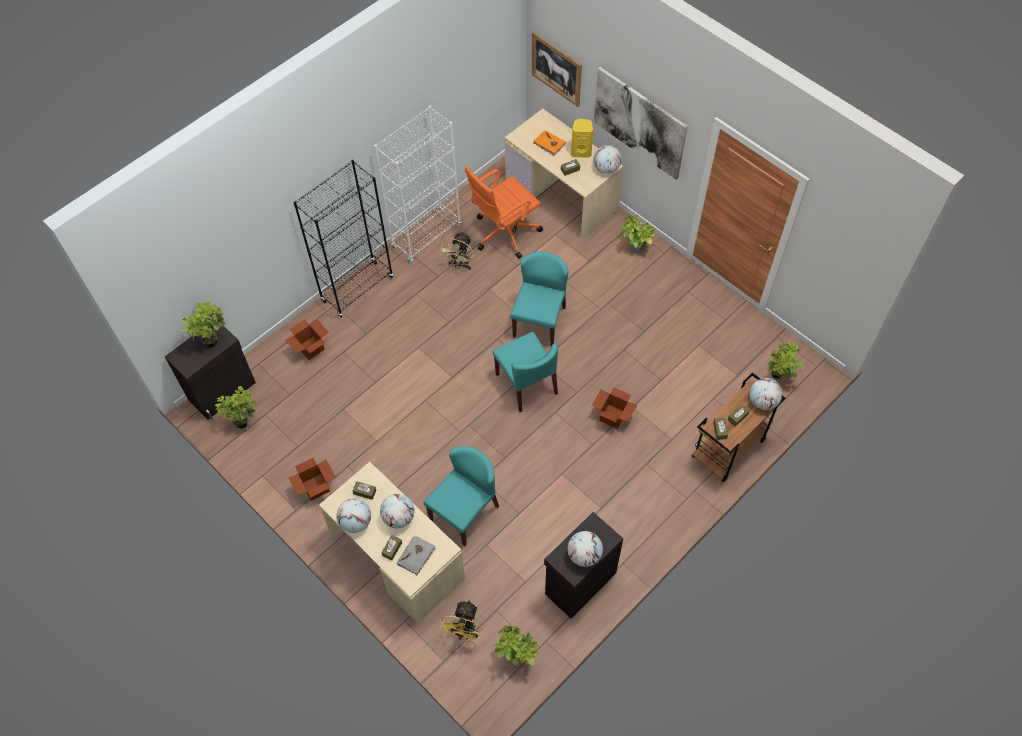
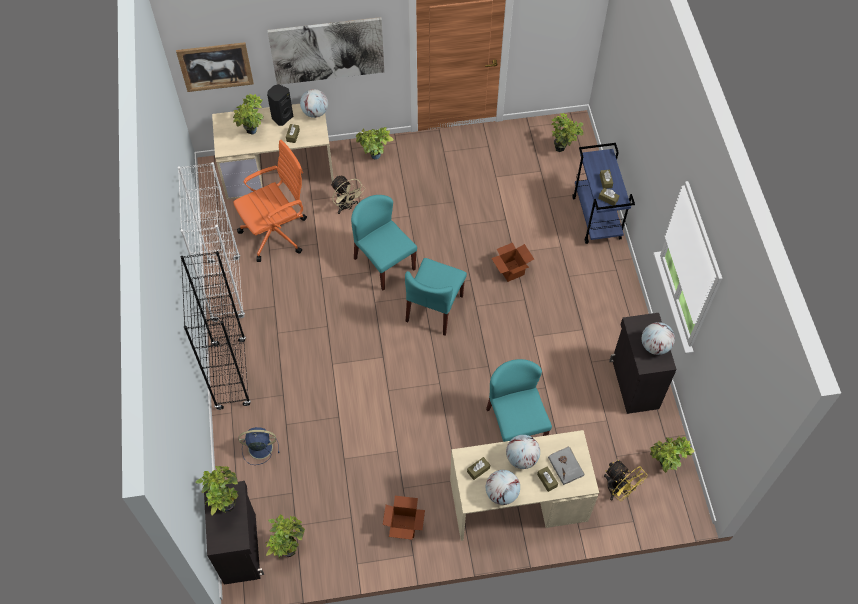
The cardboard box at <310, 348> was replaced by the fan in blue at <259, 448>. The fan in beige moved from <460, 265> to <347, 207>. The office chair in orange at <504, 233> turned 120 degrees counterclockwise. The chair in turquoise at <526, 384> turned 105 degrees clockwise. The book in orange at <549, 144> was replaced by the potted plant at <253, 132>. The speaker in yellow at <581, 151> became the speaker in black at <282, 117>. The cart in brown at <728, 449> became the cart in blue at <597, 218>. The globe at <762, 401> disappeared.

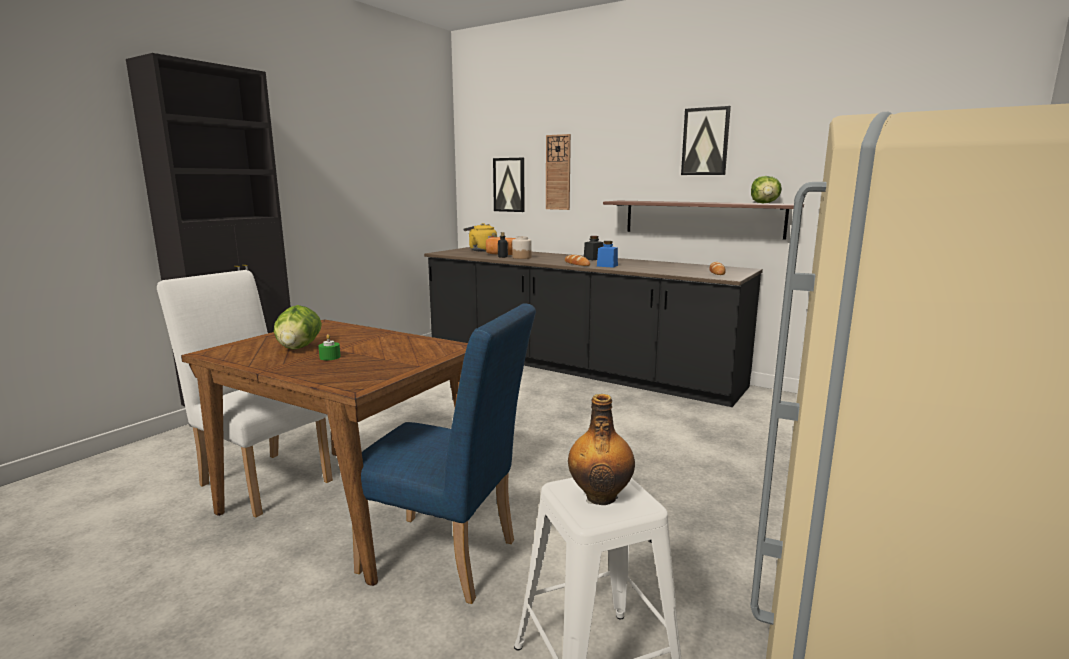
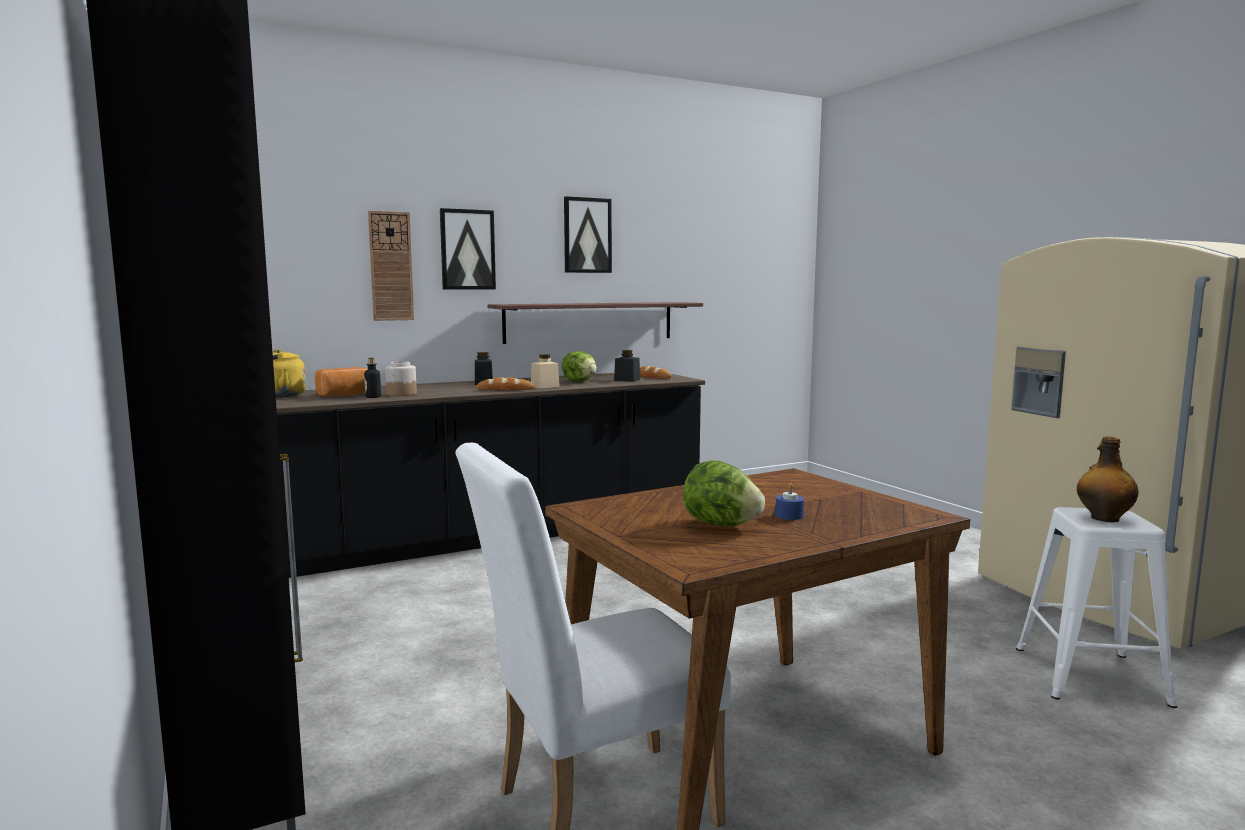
The candle in green at <330, 357> became the candle in blue at <789, 515>. The chair in blue at <448, 559> disappeared. The picture moved from <509, 185> to <467, 249>. The jar in blue at <607, 266> became the jar in beige at <545, 386>. The lettuce moved from <764, 203> to <580, 381>. The jar in black at <627, 380> appeared.

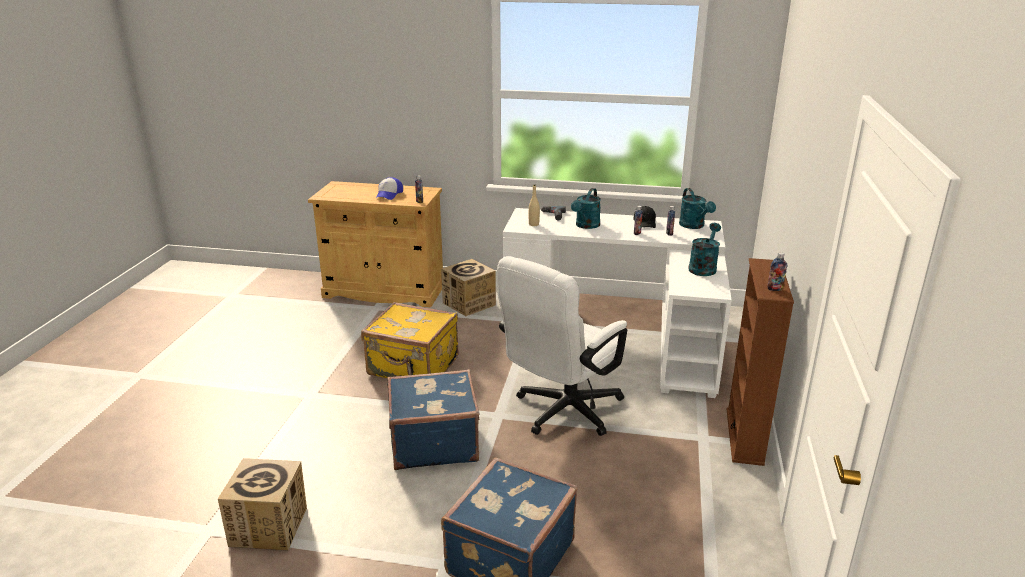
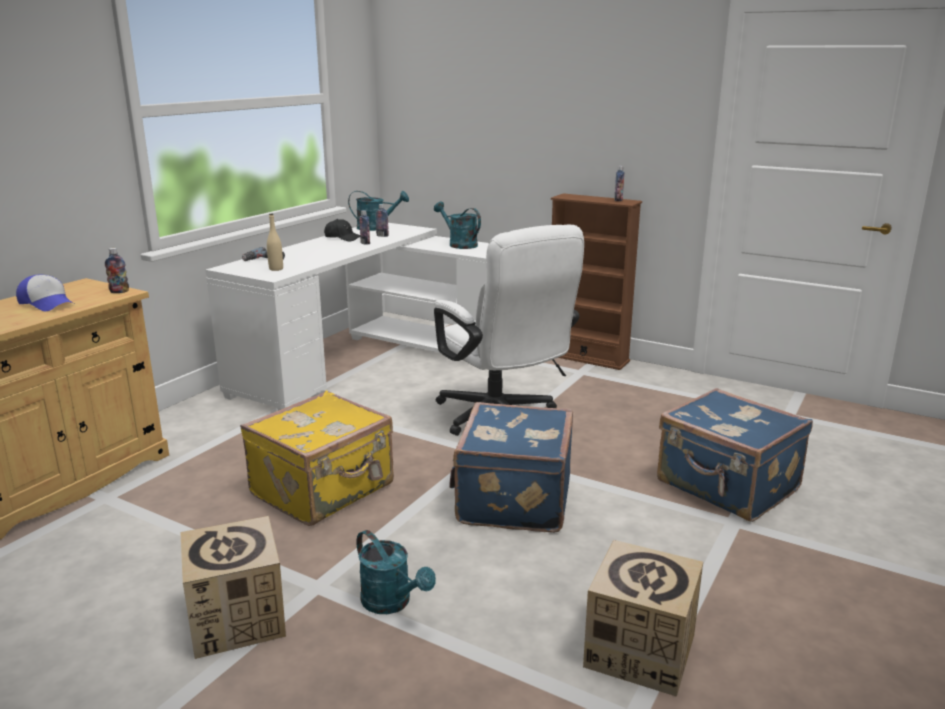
The cardboard box moved from <469, 304> to <238, 619>. The watering can in turquoise moved from <586, 226> to <392, 603>.

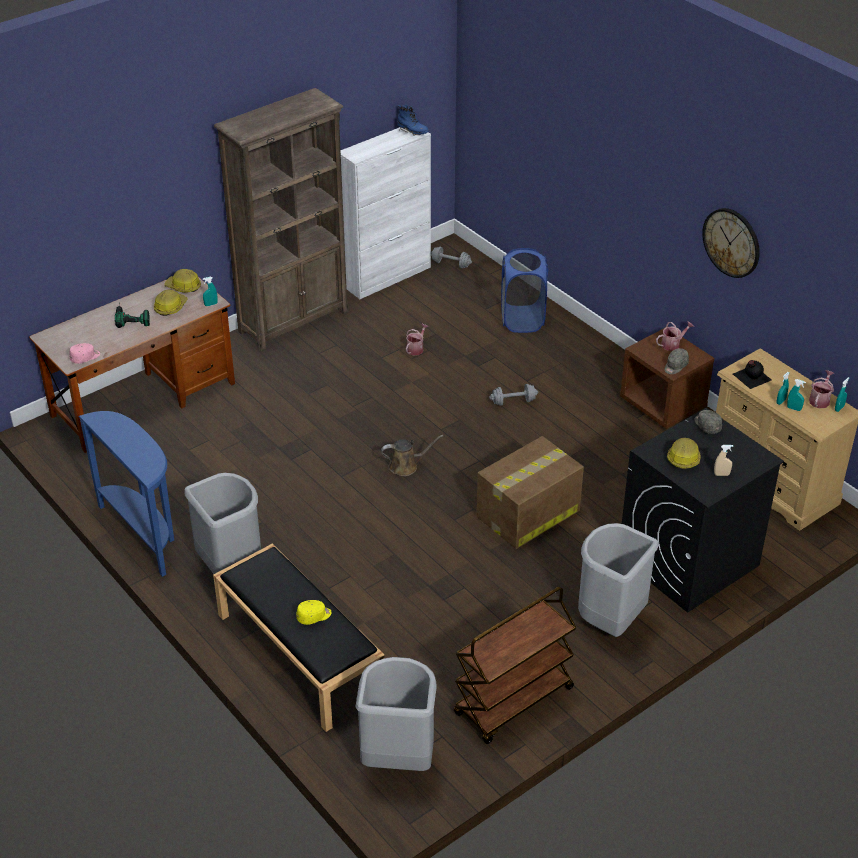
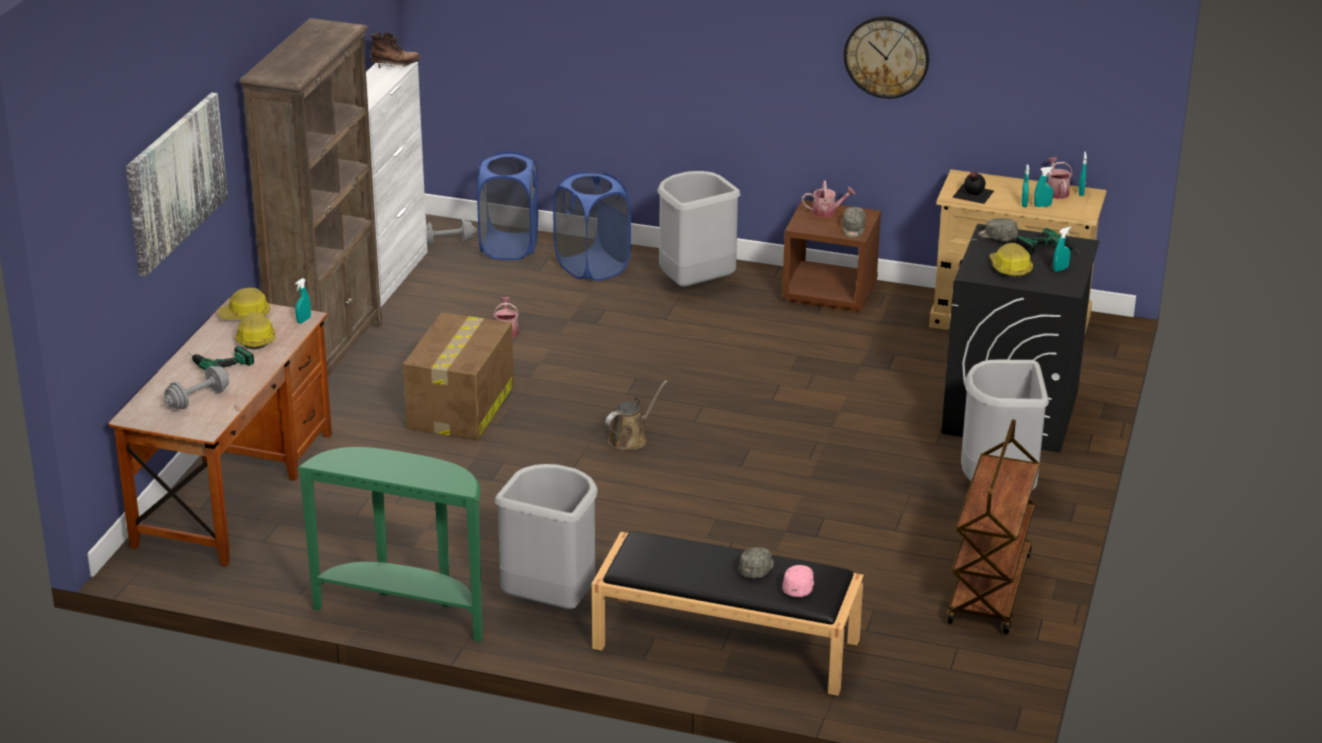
The cap in pink moved from <85, 357> to <799, 587>. The console table in blue at <144, 533> became the console table in green at <404, 612>. The cap in yellow at <314, 616> became the cap in grey at <757, 569>. The trash can in grey moved from <398, 758> to <694, 285>. The boot in blue at <413, 132> became the boot in brown at <395, 66>. The cardboard box moved from <527, 514> to <460, 408>. The dumbbell in grey moved from <513, 401> to <198, 399>. The watering can at <672, 344> turned 60 degrees clockwise. The spray bottle in beige at <721, 474> became the spray bottle in turquoise at <1060, 269>. The picture at <175, 182> appeared. The laundry basket in blue at <509, 247> appeared. The power drill at <1049, 250> appeared.

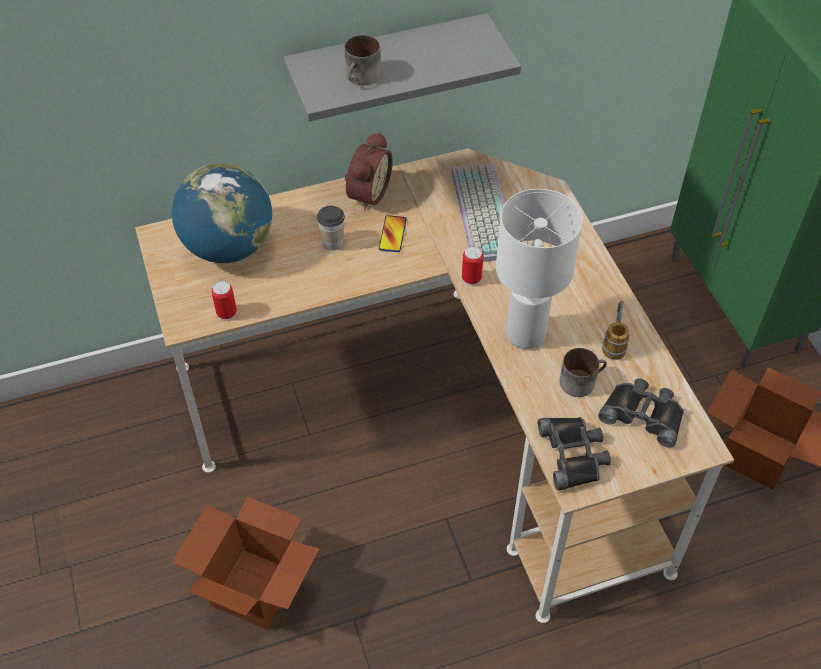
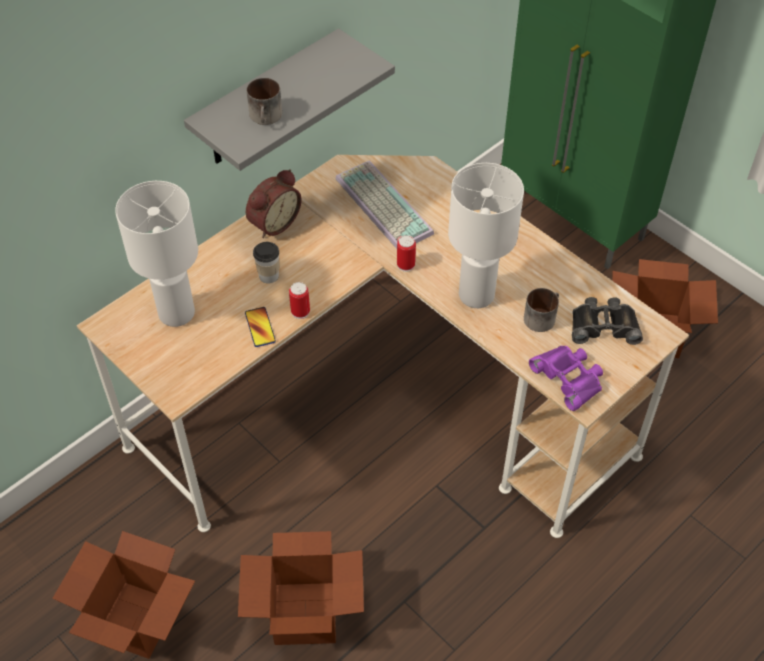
The globe at <228, 247> was replaced by the table lamp in white at <176, 312>. The can moved from <226, 313> to <300, 312>. The alarm clock at <366, 193> turned 45 degrees clockwise. The phone moved from <392, 234> to <260, 327>. The binoculars in black at <573, 454> became the binoculars in purple at <569, 378>. The mug at <614, 341> disappeared. The cardboard box at <136, 620> appeared.

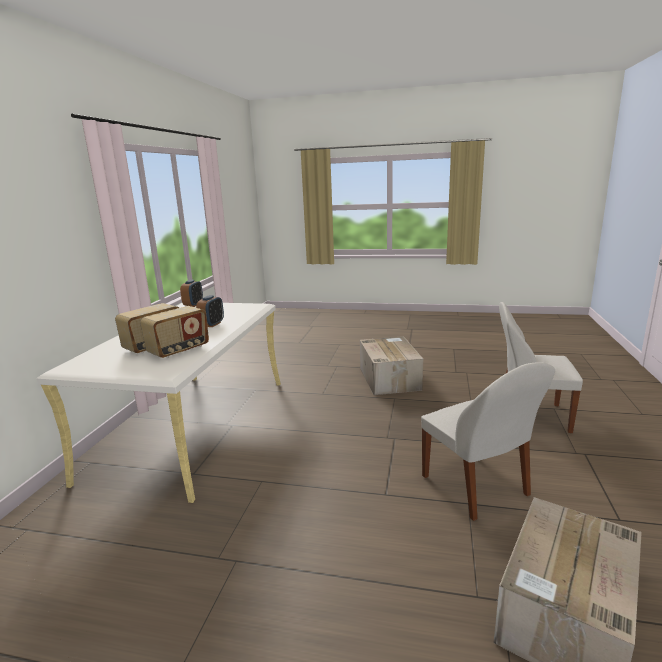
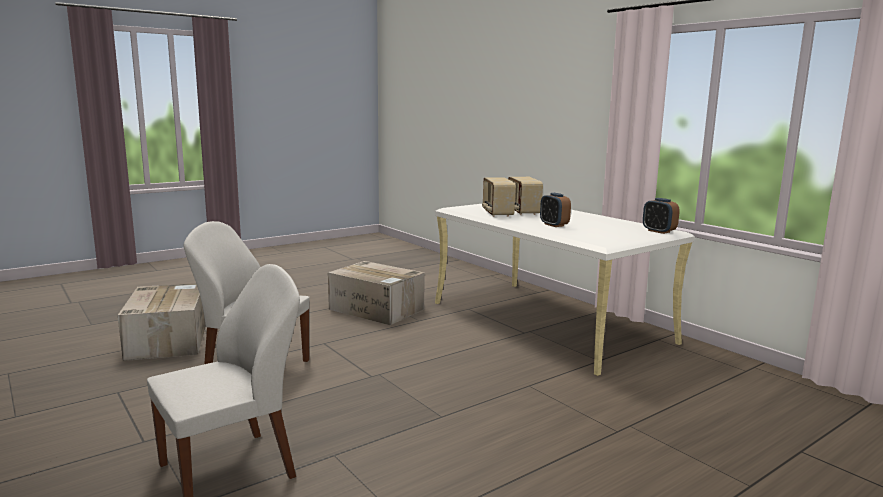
The cardboard box moved from <389, 378> to <377, 309>.

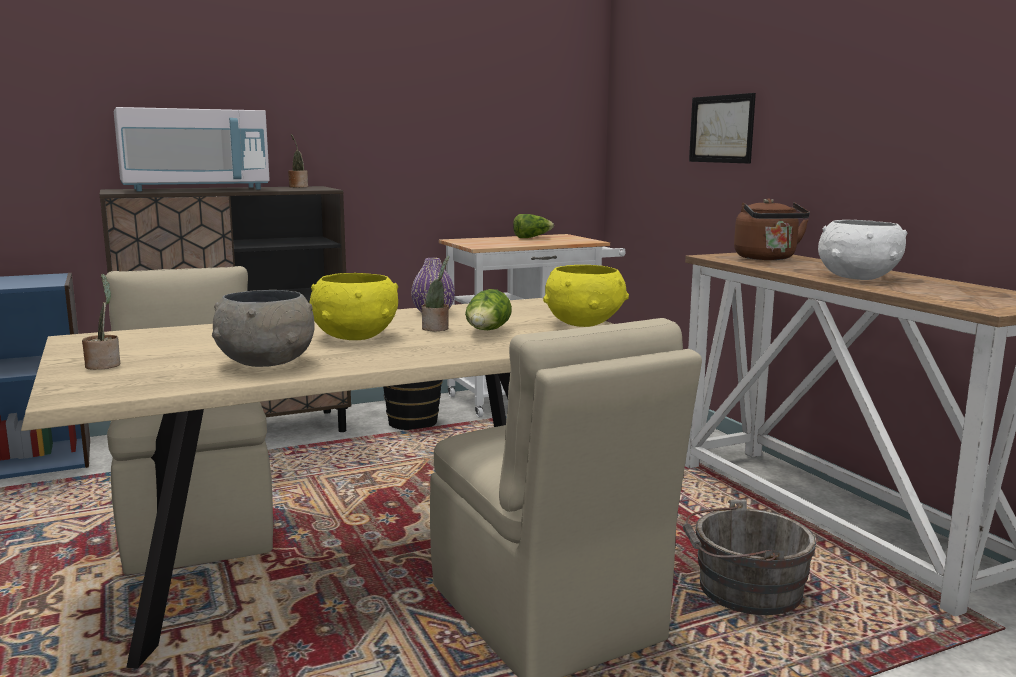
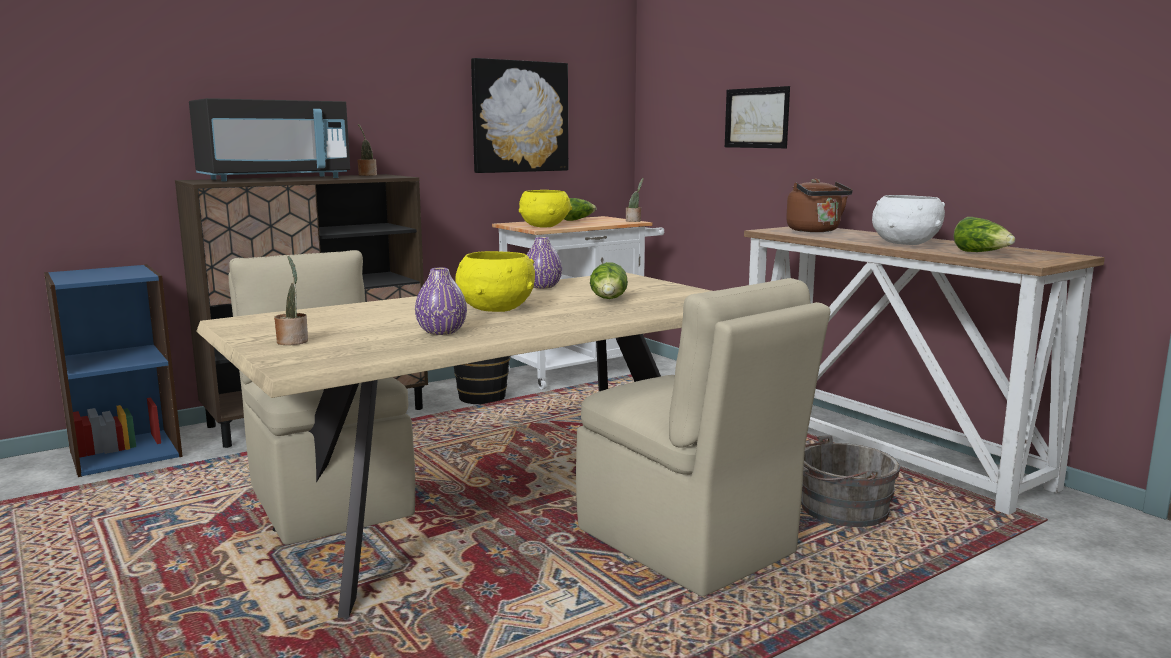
The microwave in white at <195, 189> became the microwave in black at <275, 179>. The bowl in grey at <266, 362> was replaced by the vase in purple at <442, 332>. The potted plant moved from <437, 328> to <634, 221>. The bowl in yellow moved from <584, 323> to <544, 226>. The picture at <519, 117> appeared. The lettuce at <981, 253> appeared.

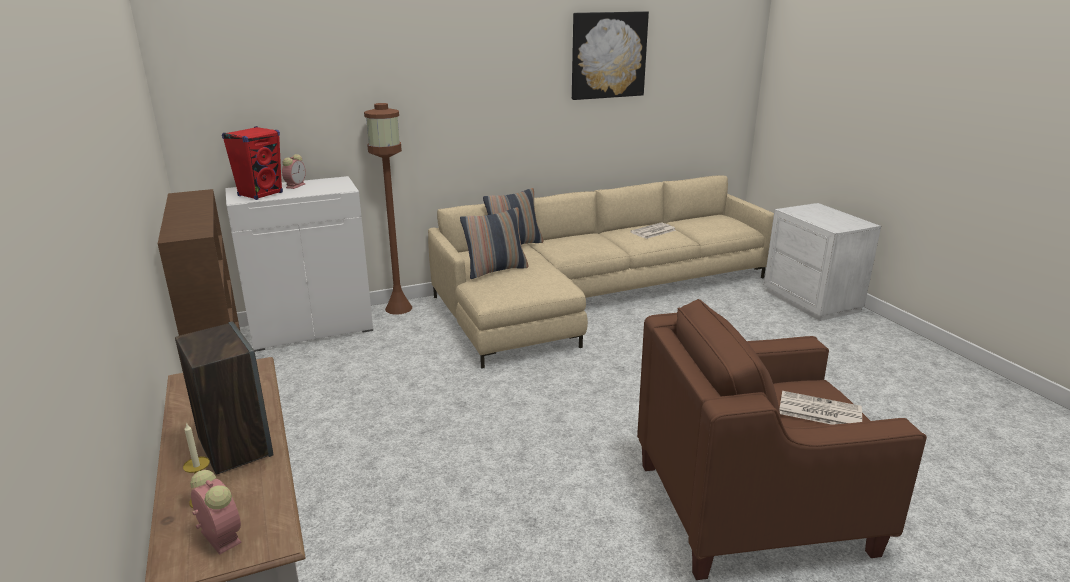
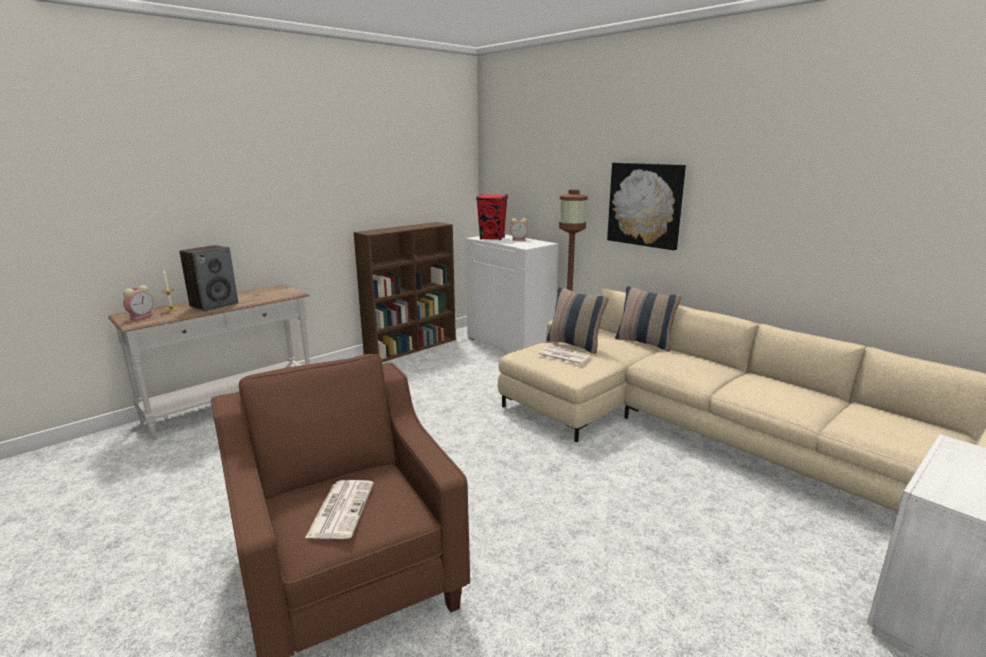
The picture moved from <608, 55> to <645, 205>. The newspaper moved from <653, 231> to <563, 356>.

